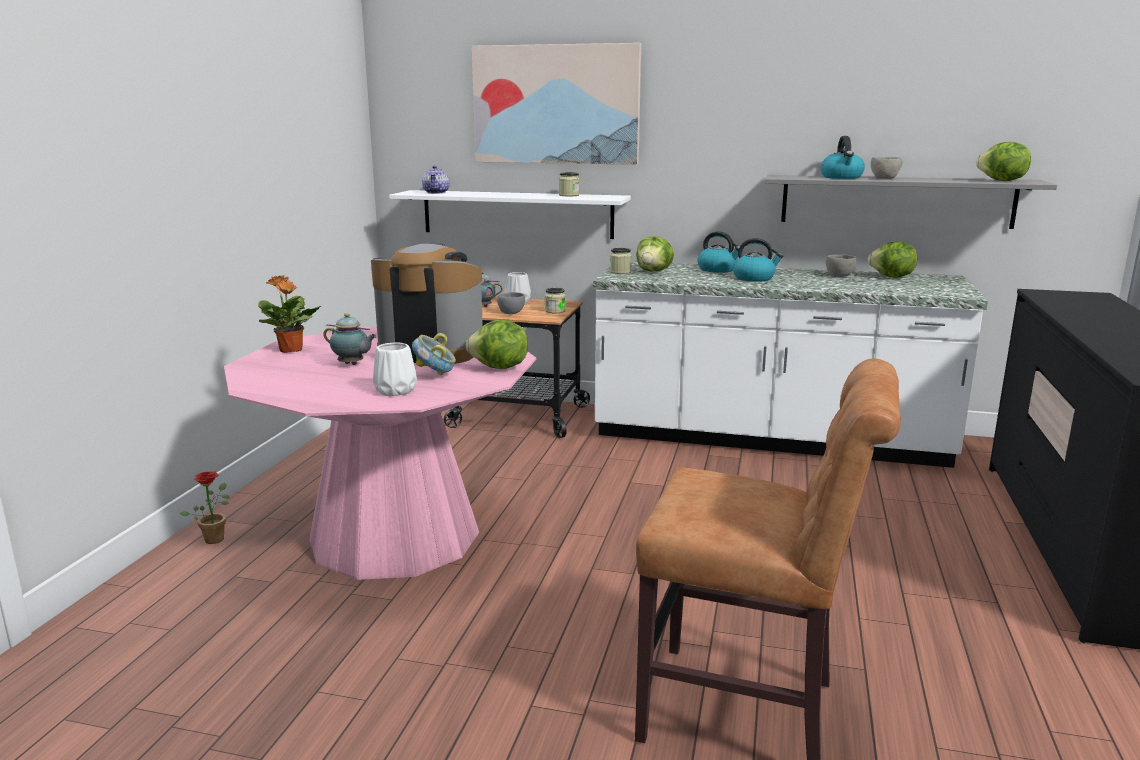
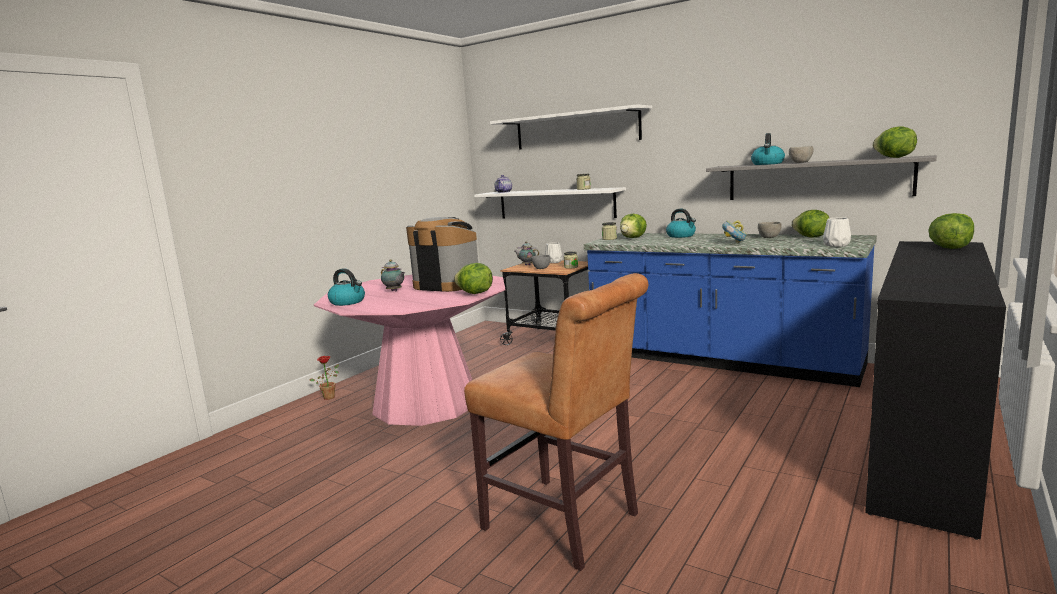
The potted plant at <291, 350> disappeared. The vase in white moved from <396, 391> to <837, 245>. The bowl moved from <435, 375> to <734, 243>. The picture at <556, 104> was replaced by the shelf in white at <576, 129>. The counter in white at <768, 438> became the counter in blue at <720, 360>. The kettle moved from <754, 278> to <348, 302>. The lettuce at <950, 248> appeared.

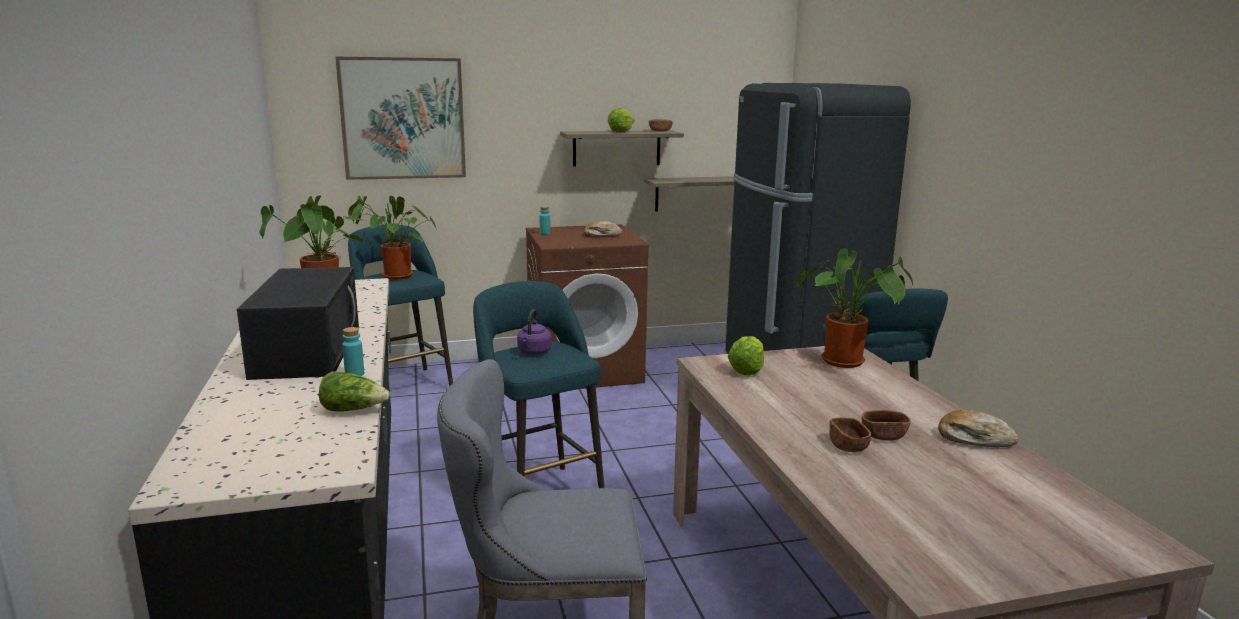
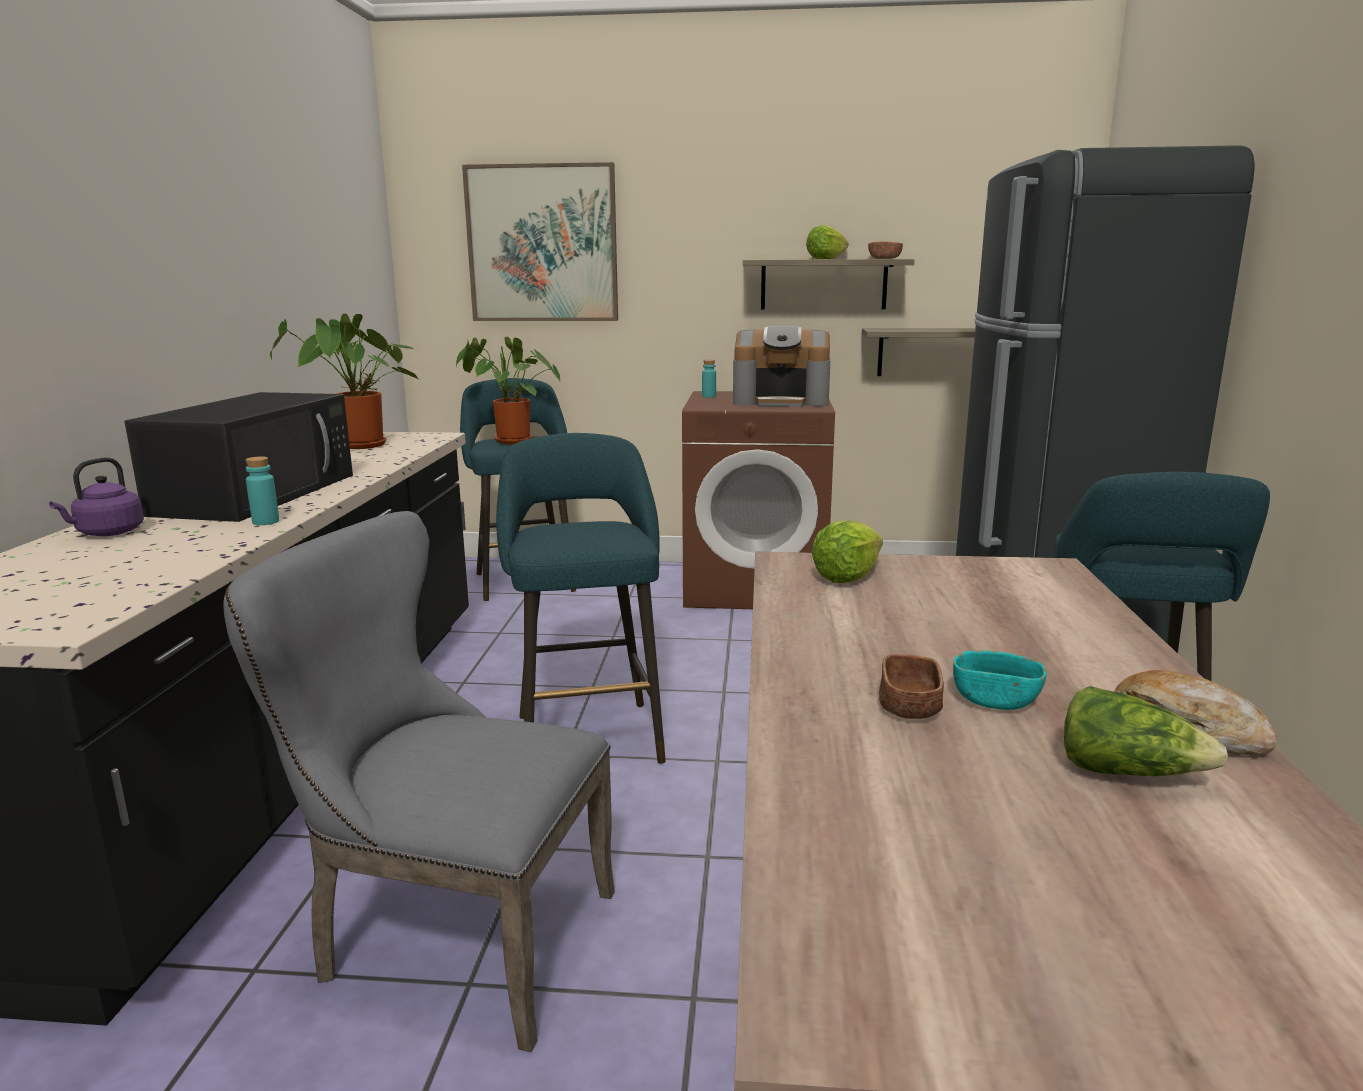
The lettuce moved from <353, 410> to <1127, 772>. The kettle in purple moved from <534, 352> to <107, 533>. The bread at <601, 235> was replaced by the coffee machine at <781, 401>. The potted plant at <848, 362> disappeared. The bowl in brown at <884, 436> became the bowl in turquoise at <995, 701>.

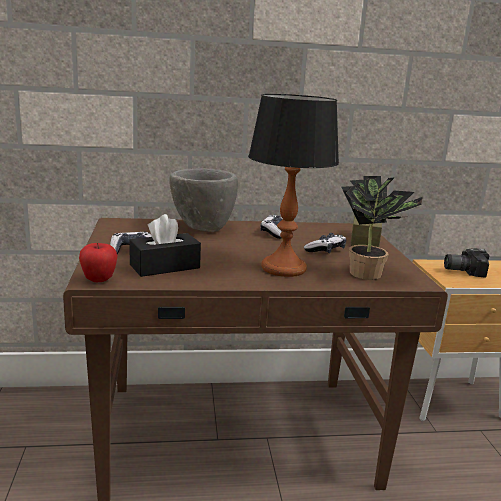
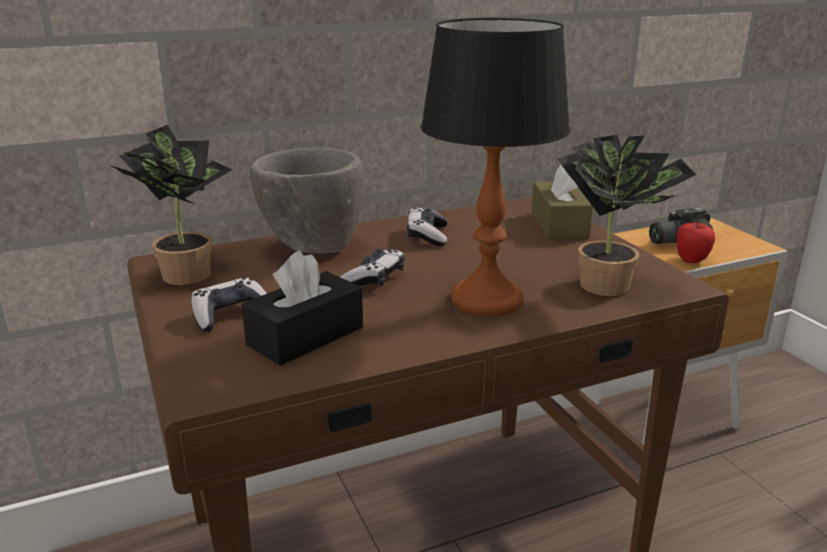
The apple moved from <99, 280> to <691, 260>. The game controller moved from <325, 250> to <374, 279>. The potted plant at <185, 272> appeared.

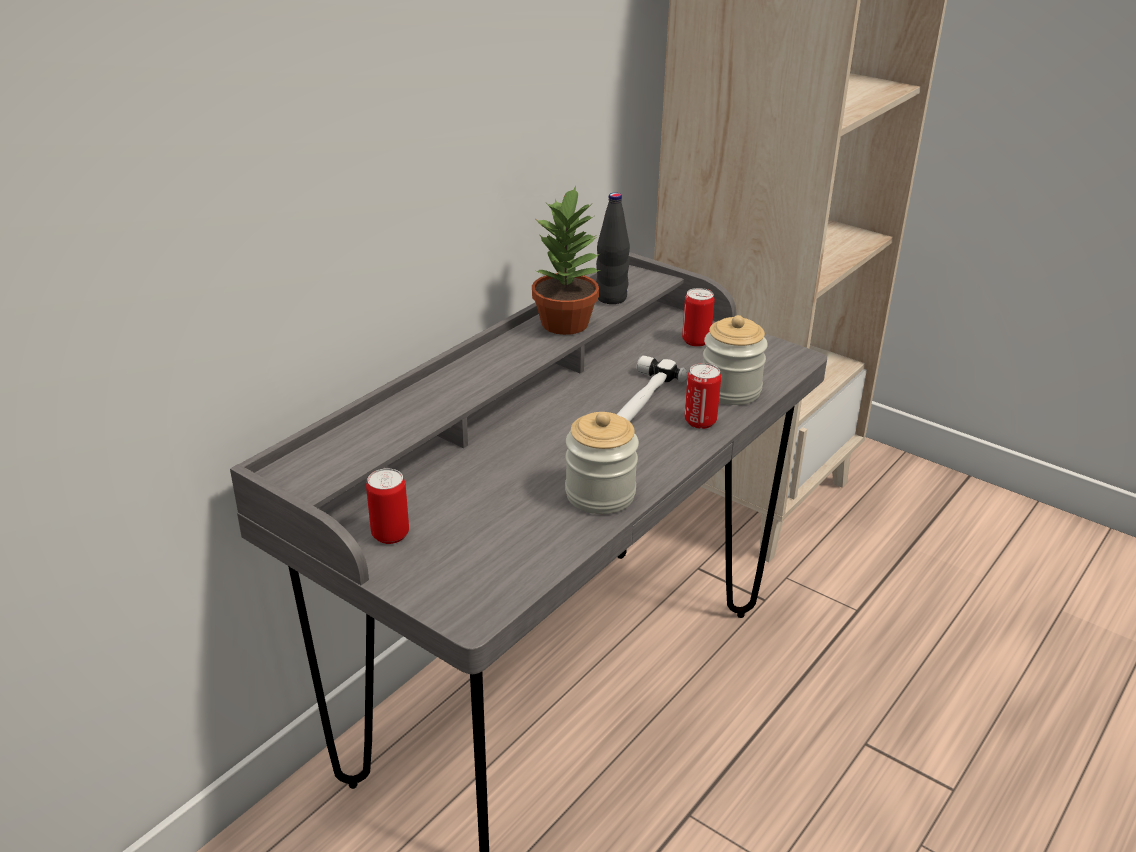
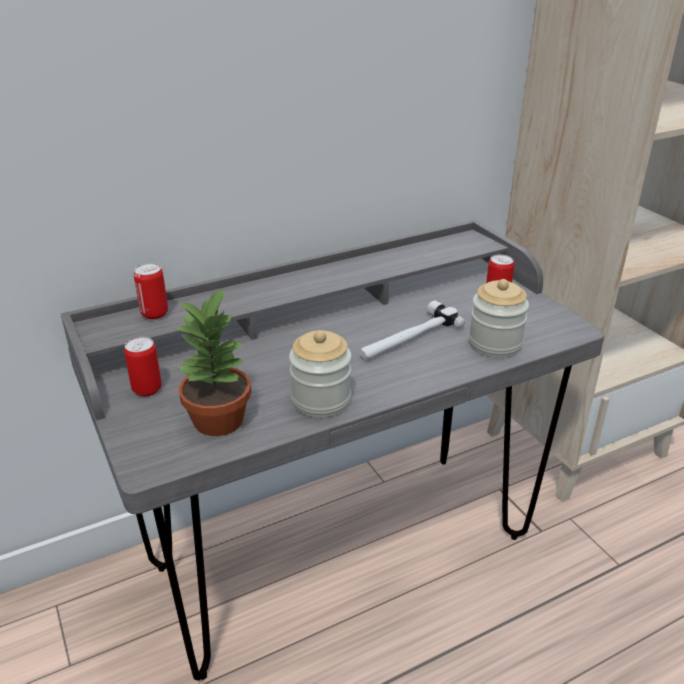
The potted plant moved from <566, 323> to <220, 420>. The bottle in black at <611, 298> disappeared. The can moved from <700, 422> to <154, 313>.

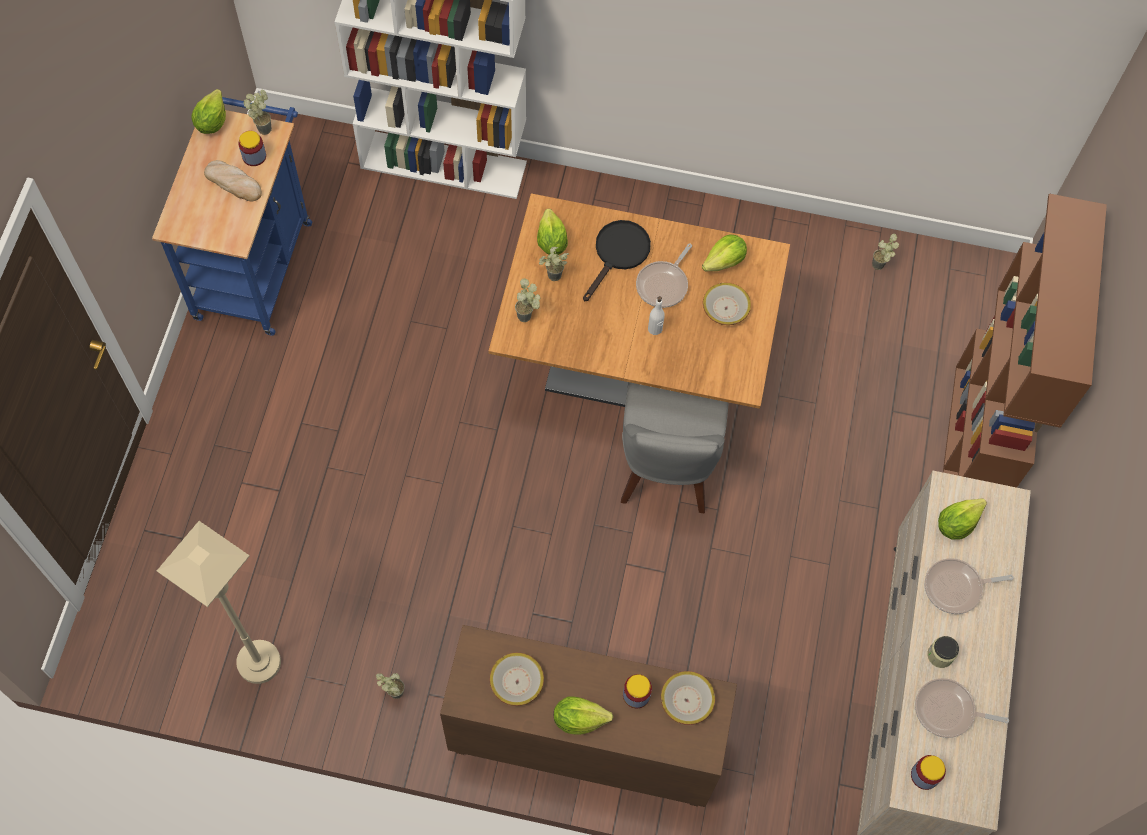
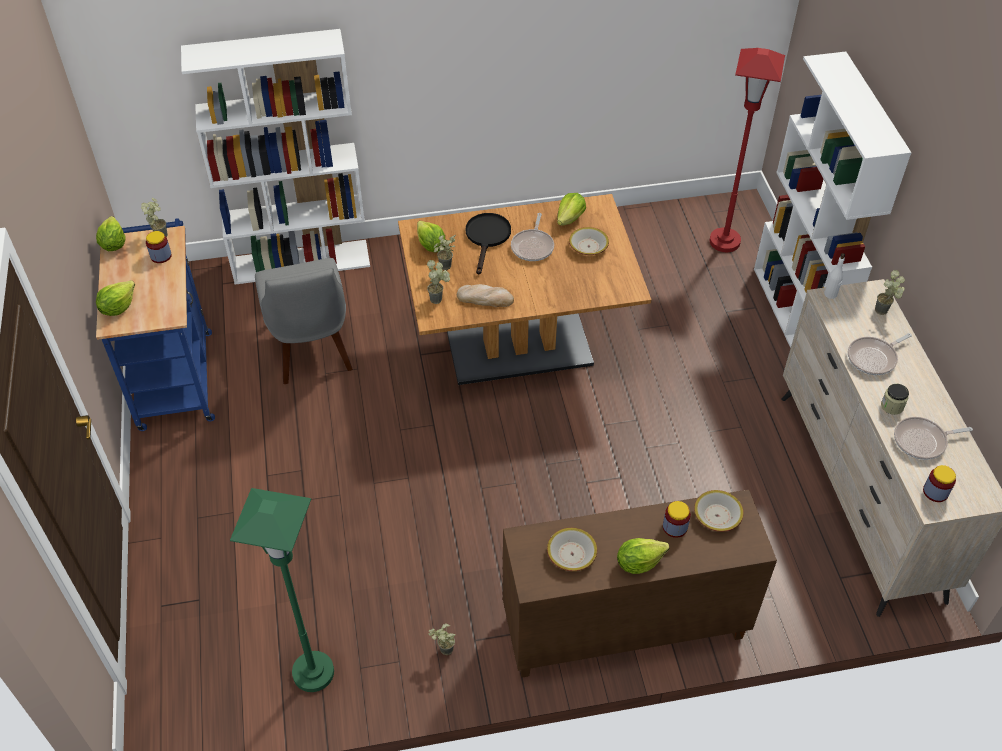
The floor lamp in beige at <259, 662> became the floor lamp in green at <313, 673>. The bread moved from <234, 182> to <485, 298>. The chair in grey moved from <666, 466> to <311, 350>. The bottle in white moved from <655, 329> to <830, 294>. The potted plant moved from <880, 267> to <884, 312>. The lettuce moved from <956, 524> to <118, 307>. The bookcase in brown at <971, 447> became the bookcase in white at <796, 315>. The floor lamp in red at <724, 241> appeared.

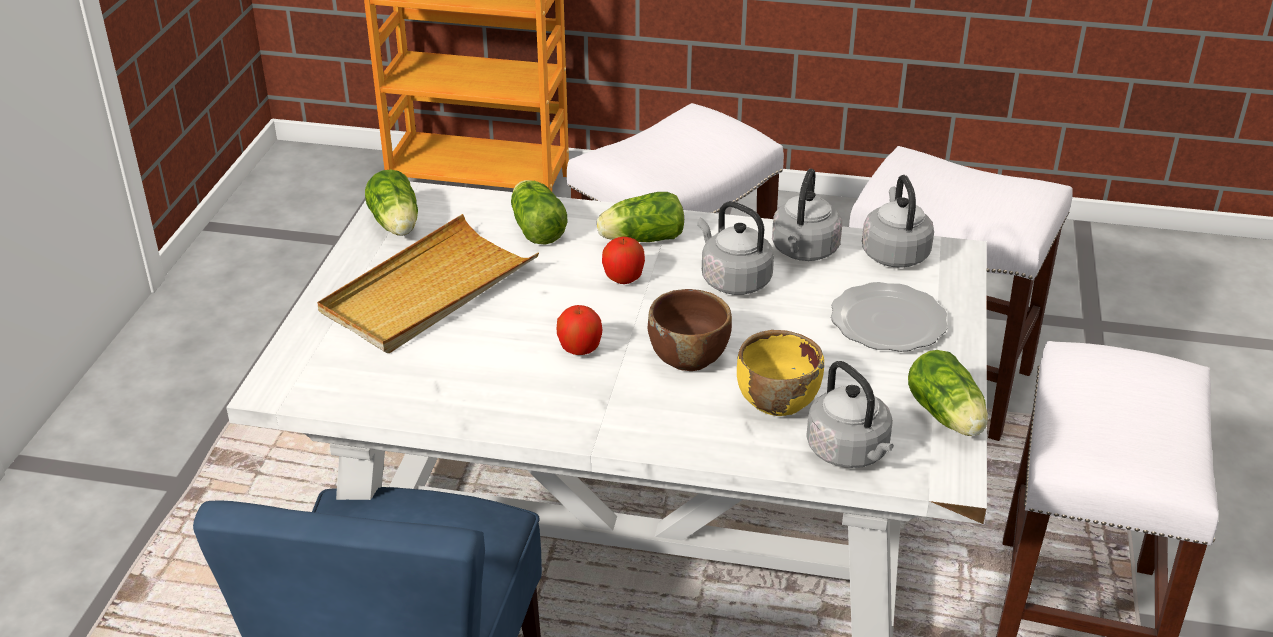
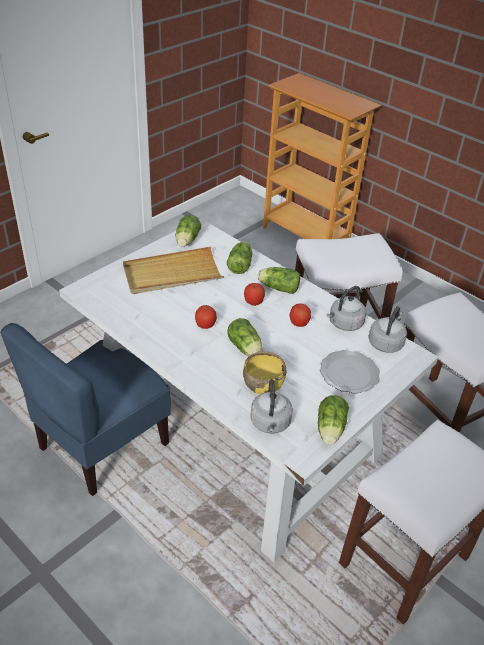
The bowl in brown at <689, 356> was replaced by the lettuce at <246, 349>. The kettle in grey at <733, 280> was replaced by the apple at <299, 323>.

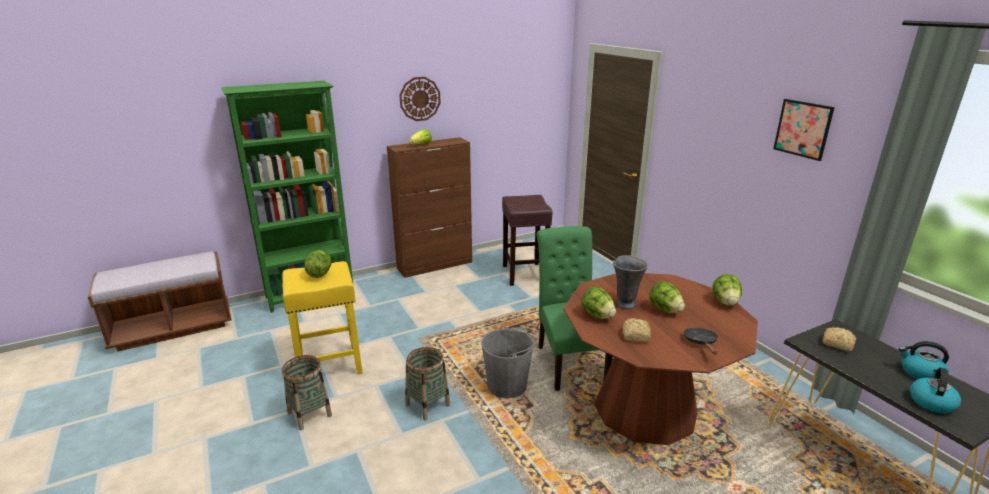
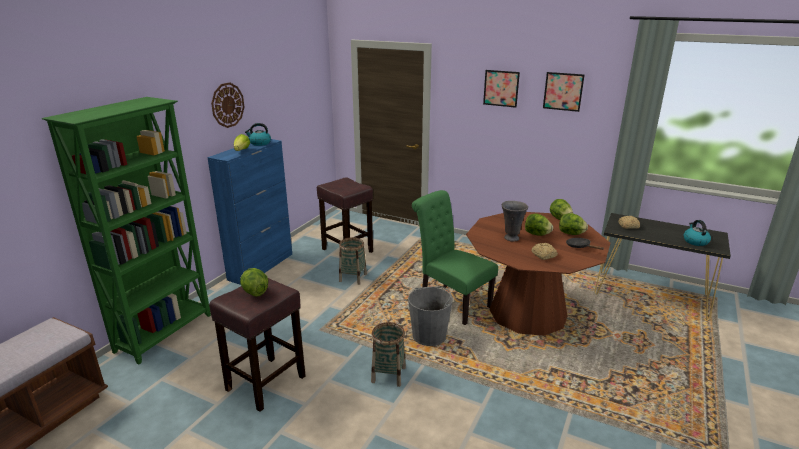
The stool in yellow at <331, 365> became the stool in brown at <267, 382>. The basket moved from <309, 414> to <353, 278>. The cabinet in brown at <435, 265> became the cabinet in blue at <261, 266>. The lettuce moved from <597, 315> to <571, 234>. The kettle moved from <920, 373> to <259, 143>. The picture at <501, 88> appeared.

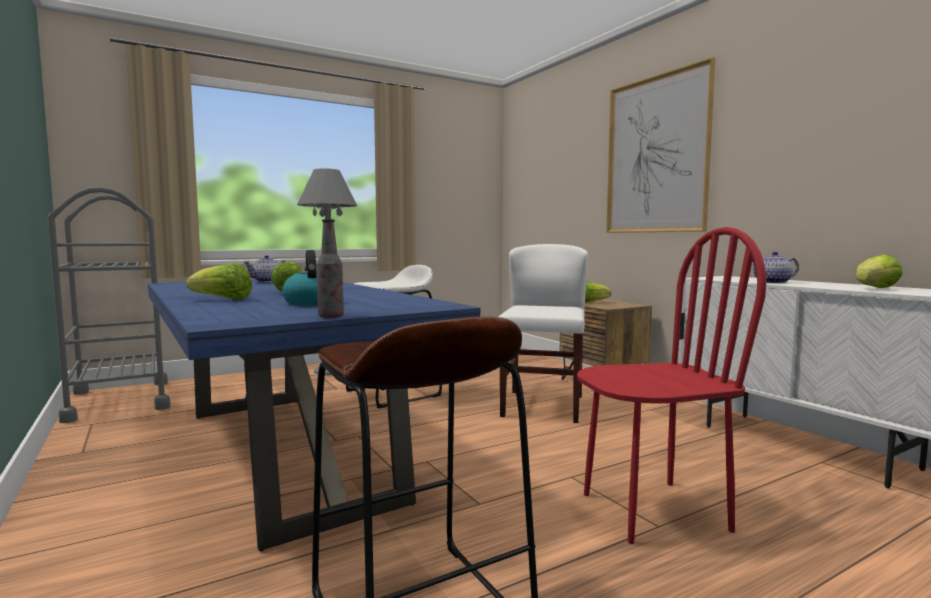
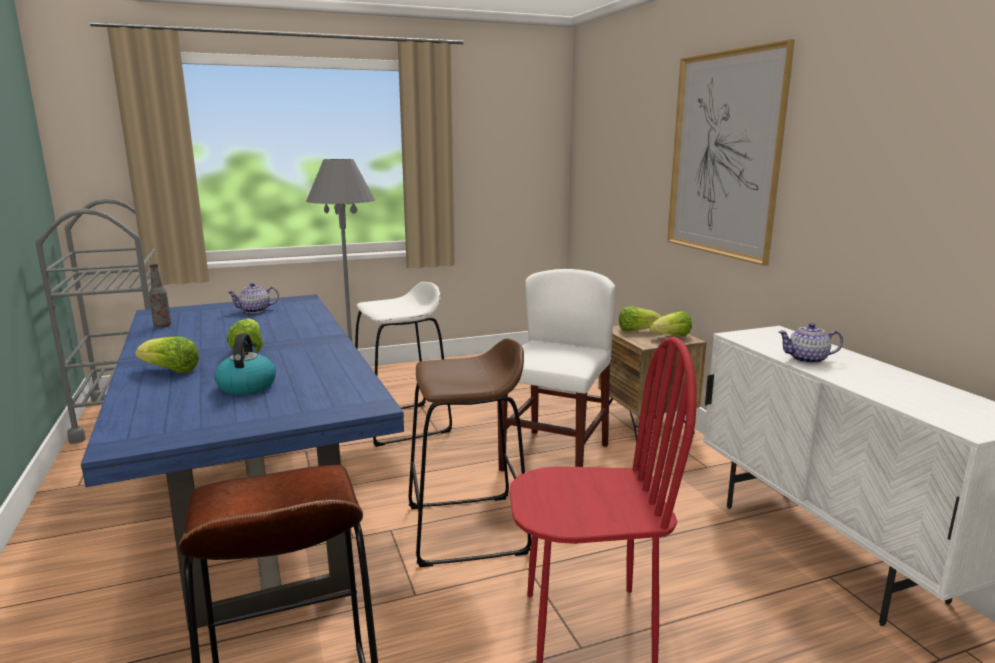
The bottle moved from <331, 316> to <162, 325>. The lettuce moved from <875, 288> to <671, 336>. The stool in brown at <467, 529> appeared.

